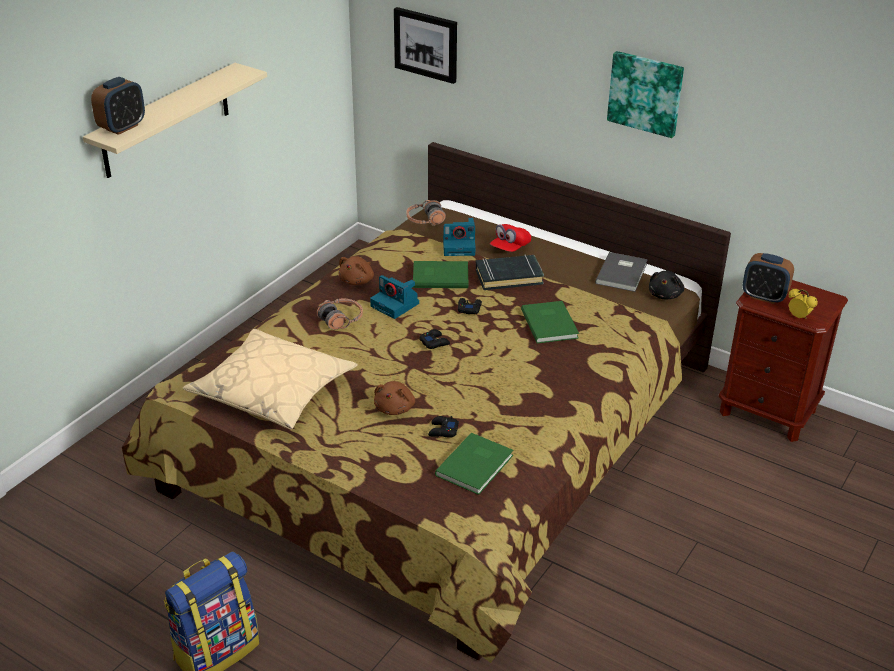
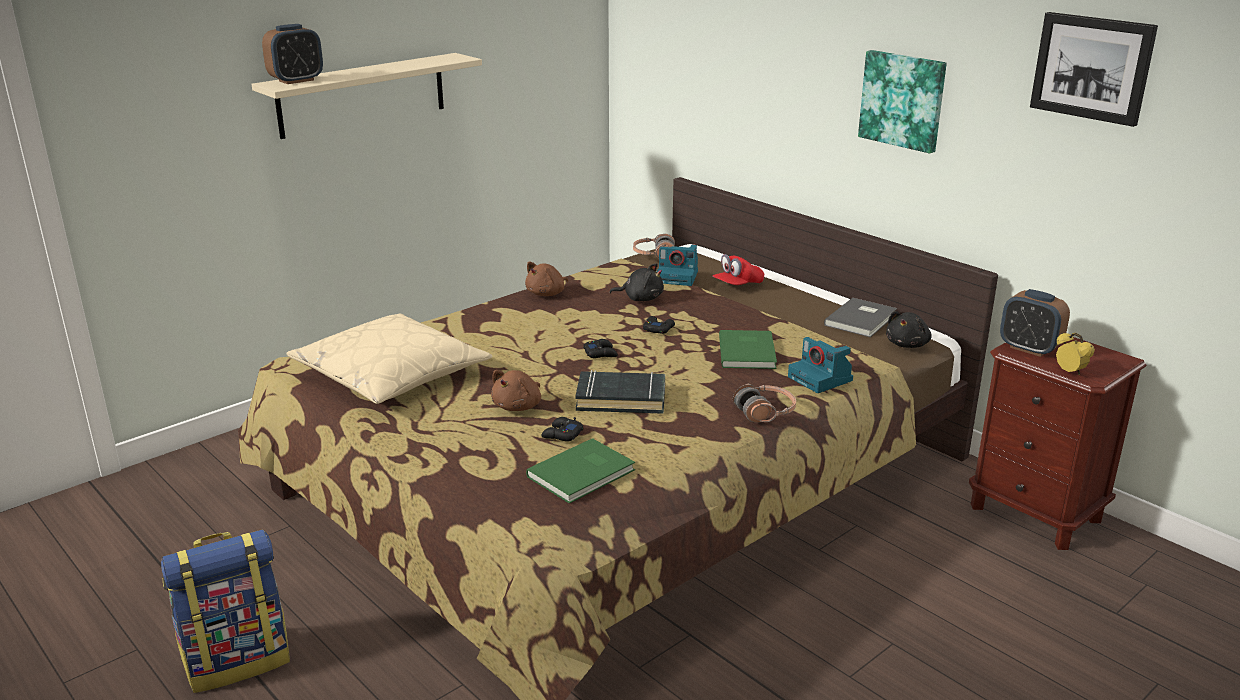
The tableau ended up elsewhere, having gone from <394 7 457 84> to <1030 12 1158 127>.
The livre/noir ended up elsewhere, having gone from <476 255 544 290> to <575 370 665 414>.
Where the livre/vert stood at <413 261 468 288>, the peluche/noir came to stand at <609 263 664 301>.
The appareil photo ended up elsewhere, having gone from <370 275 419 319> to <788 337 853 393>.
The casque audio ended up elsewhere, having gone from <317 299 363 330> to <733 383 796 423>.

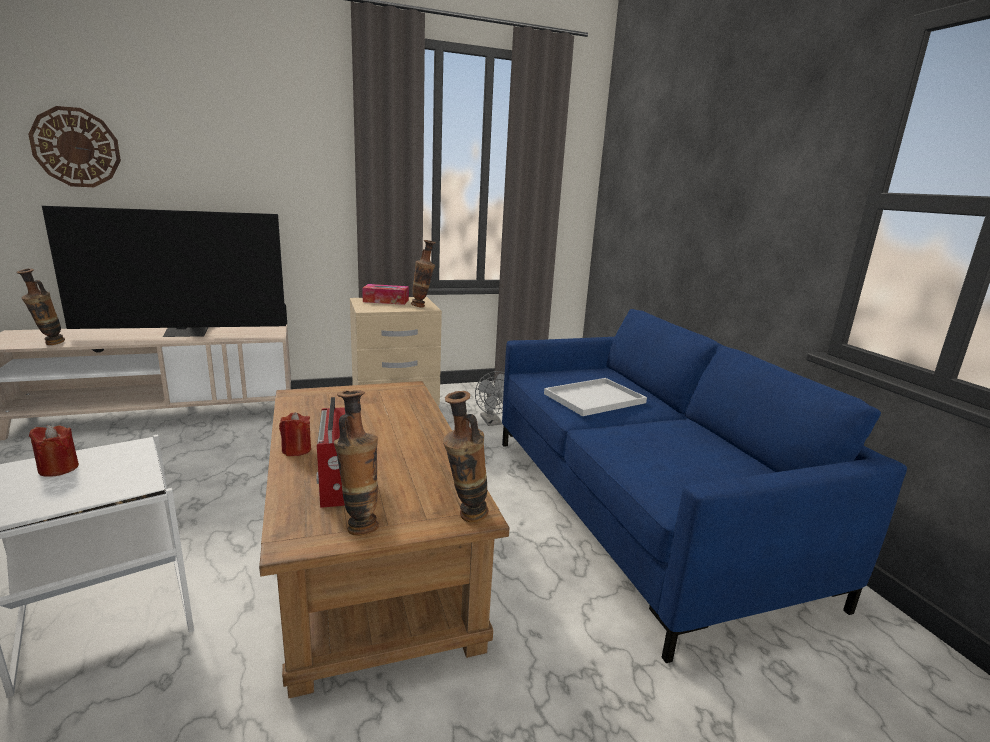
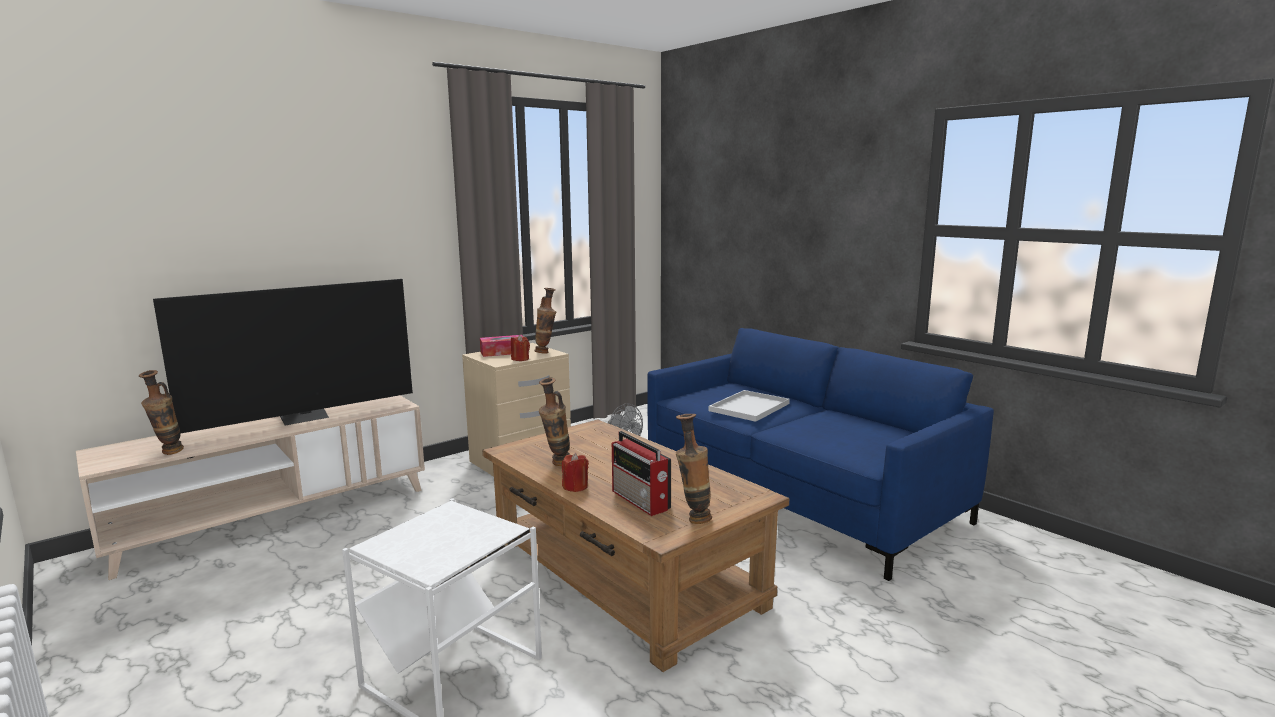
The second view lost the horloge murale at <28 106 121 187>.
The vase ended up elsewhere, having gone from <443 391 488 522> to <539 378 570 466>.
The bougie/rouge ended up elsewhere, having gone from <29 425 79 477> to <511 335 530 361>.

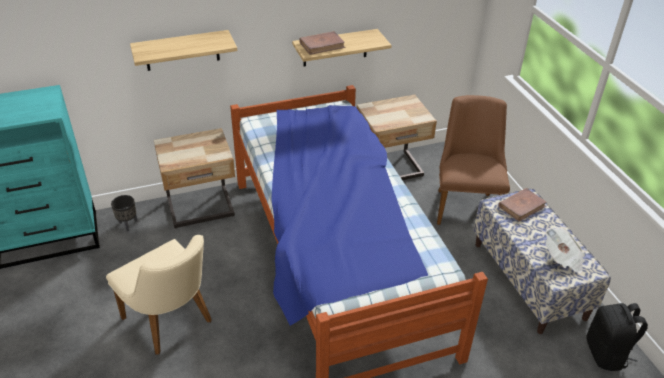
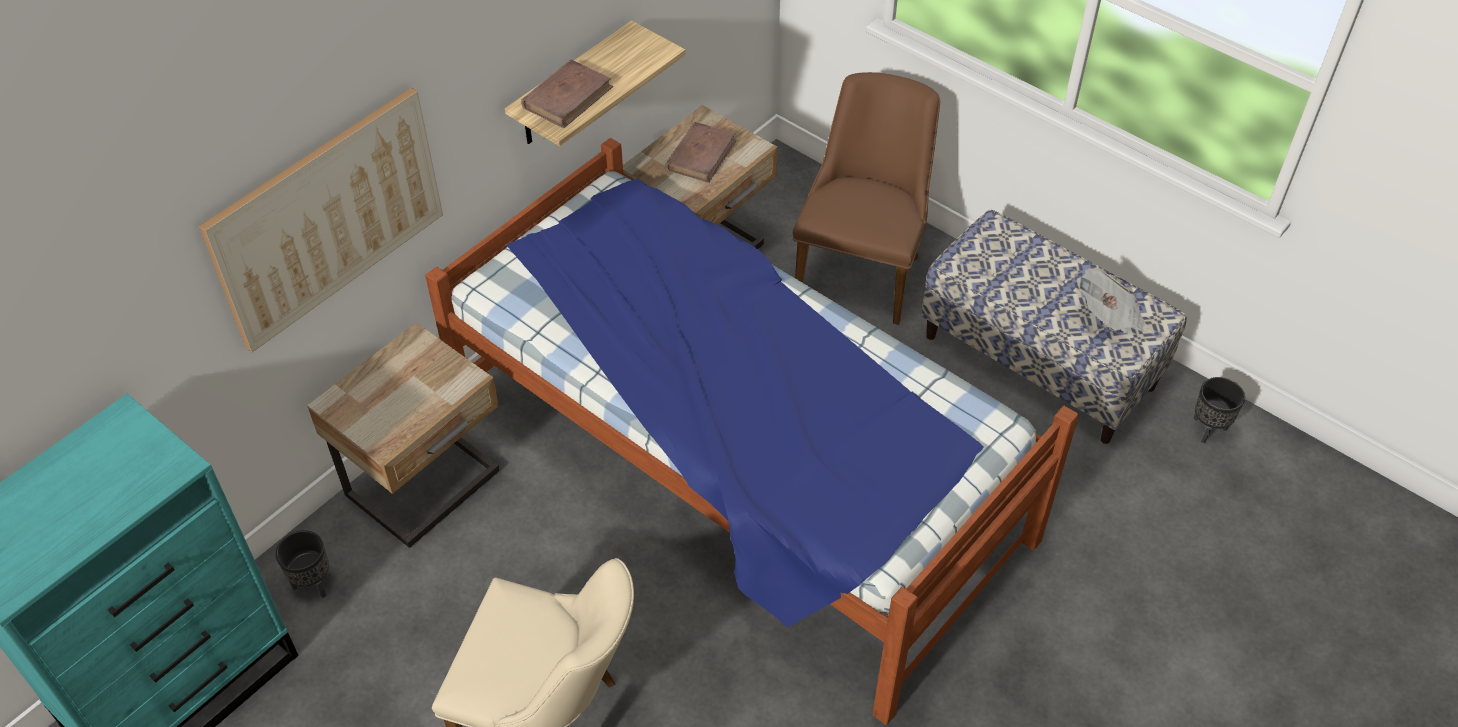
Where the étagère hung at <130 30 237 71>, the tableau came to hang at <199 87 443 353>.
The chaise/marron at <437 95 510 225> ended up facing another way, 45 degrees clockwise from before.
The livre/marron ended up elsewhere, having gone from <498 188 547 222> to <665 122 737 183>.
Where the sac à dos/noir stood at <586 303 648 371>, the cache-pot/noir came to stand at <1194 377 1245 443>.

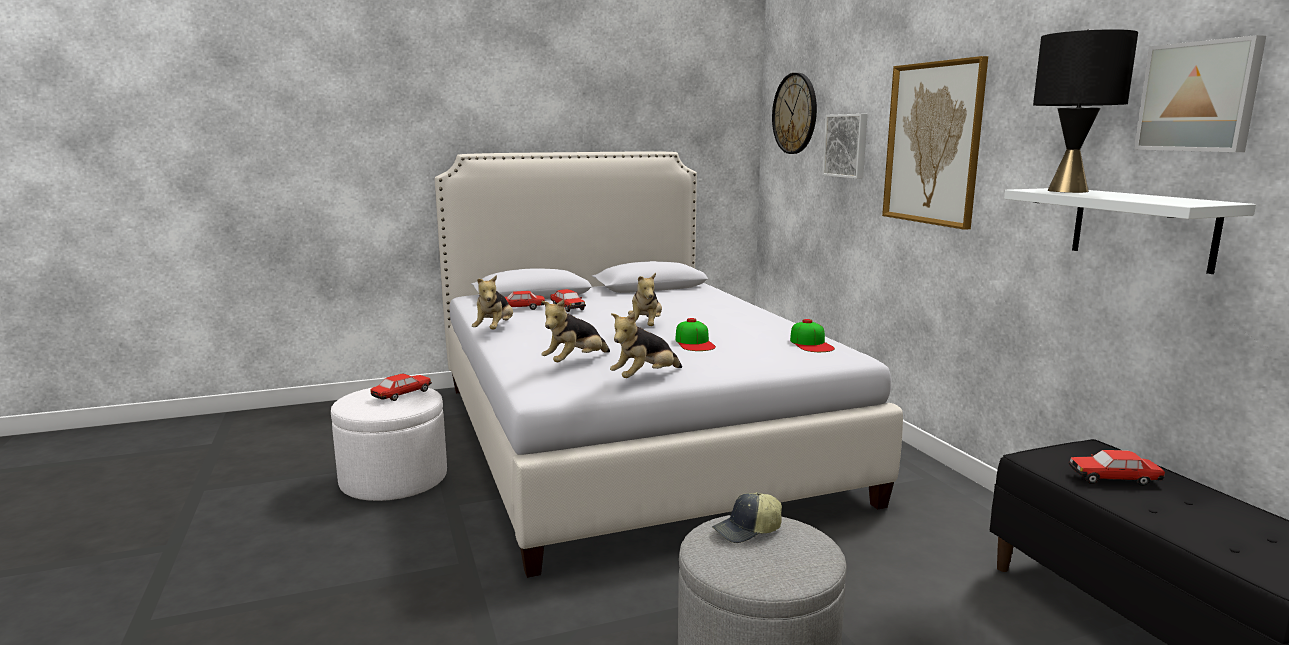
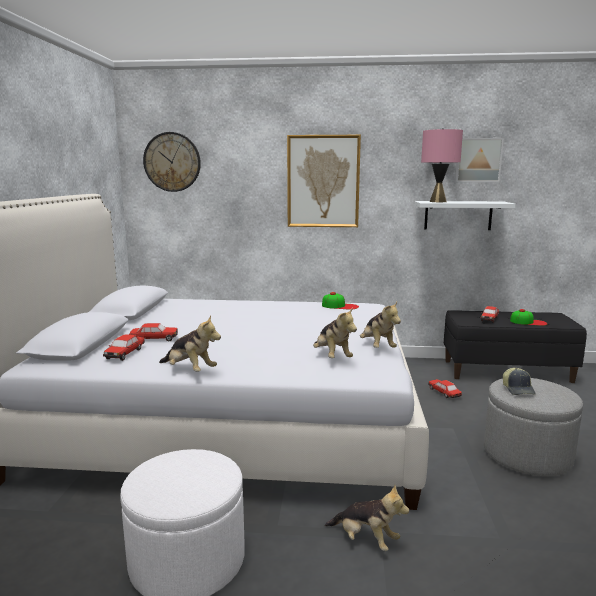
What was the lampe de table/noir at <1033 29 1138 193> turned into the lampe de table/rose at <421 128 463 202>.
The second view lost the tableau at <822 114 868 179>.
The peluche ended up elsewhere, having gone from <628 273 662 326> to <325 485 409 551>.
The casquette ended up elsewhere, having gone from <675 318 716 351> to <510 309 548 326>.
The petite voiture ended up elsewhere, having gone from <370 374 432 401> to <428 379 462 398>.

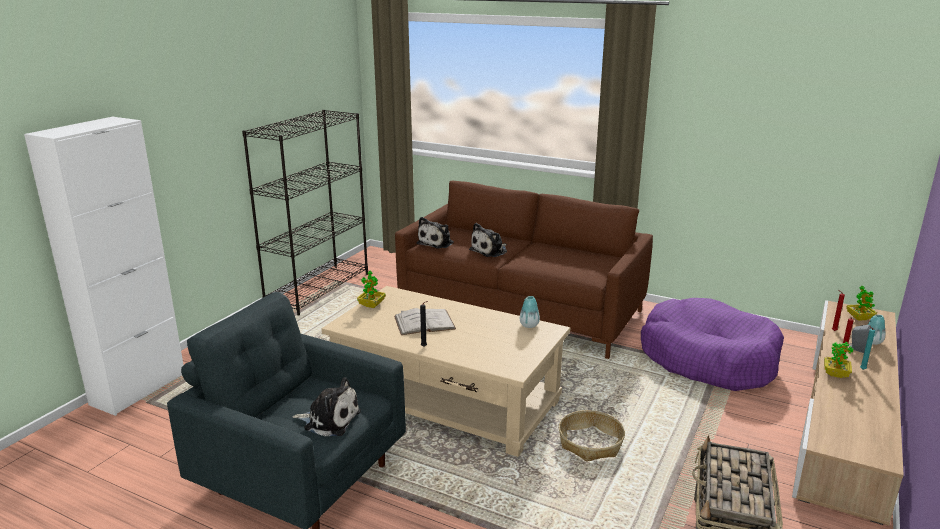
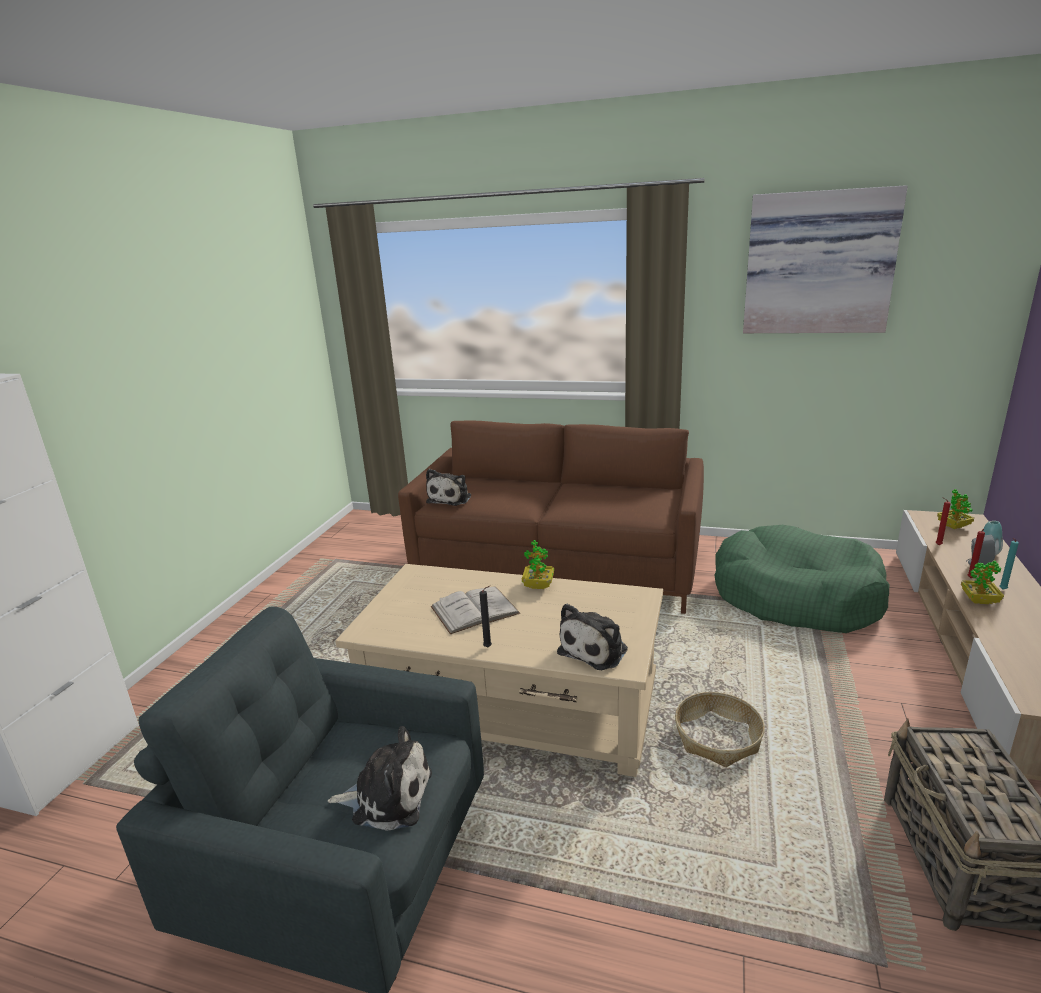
The second view lost the bibliothèque/noir at <242 110 368 315>.
The peluche ended up elsewhere, having gone from <469 223 507 257> to <557 603 628 670>.
The plante en pot ended up elsewhere, having gone from <357 271 386 308> to <522 540 554 589>.
The second view lost the vase at <520 296 540 328>.
What was the panier pour chien/violet at <641 298 784 391> turned into the panier pour chien/vert at <715 525 889 633>.
The second view gained the tableau at <743 185 908 333>.

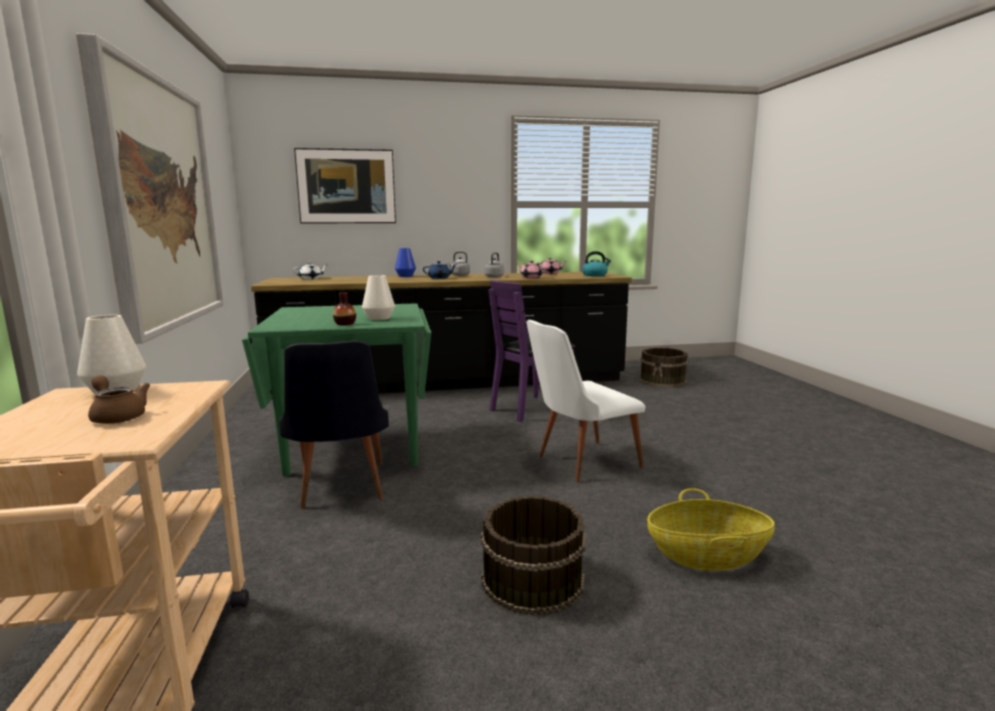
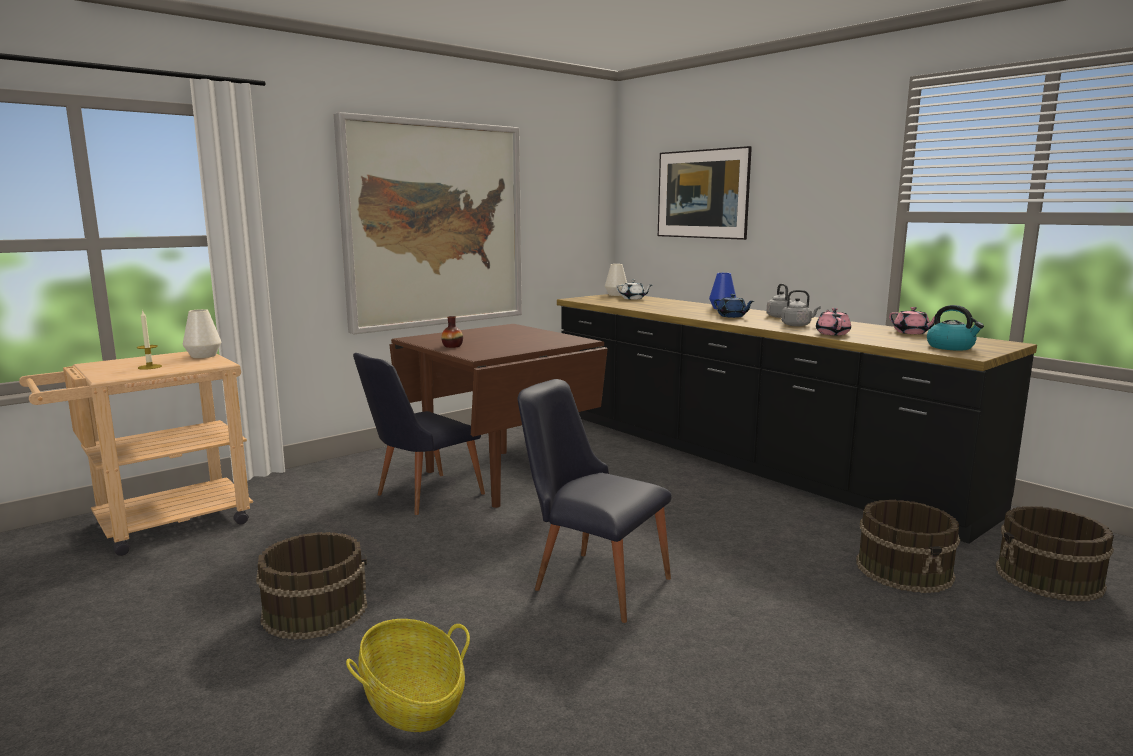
The vase/blanc ended up elsewhere, having gone from <362 275 395 320> to <605 264 627 296>.
The second view lost the chaise/violet at <489 280 576 422>.
What was the table à manger/vert at <242 303 431 477> turned into the table à manger/marron at <389 324 608 508>.
What was the chaise/blanc at <526 320 645 482> turned into the chaise/noir at <518 379 672 623>.
Where the théière/marron stood at <88 375 150 424>, the bougie came to stand at <137 310 162 370>.
The second view gained the seau/marron at <856 500 960 593>.

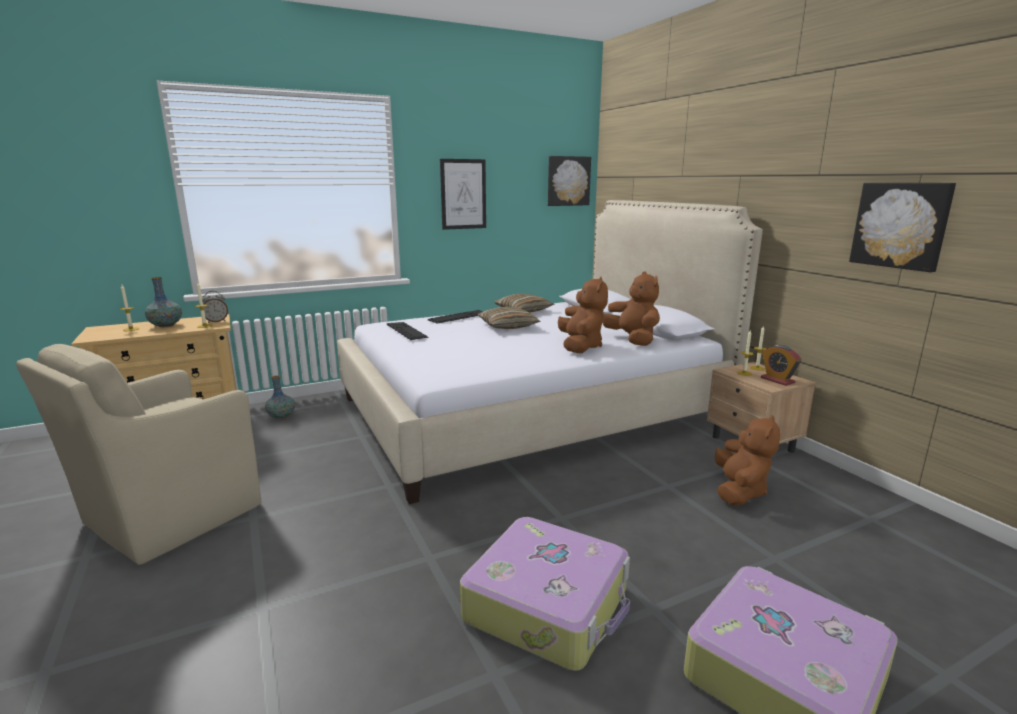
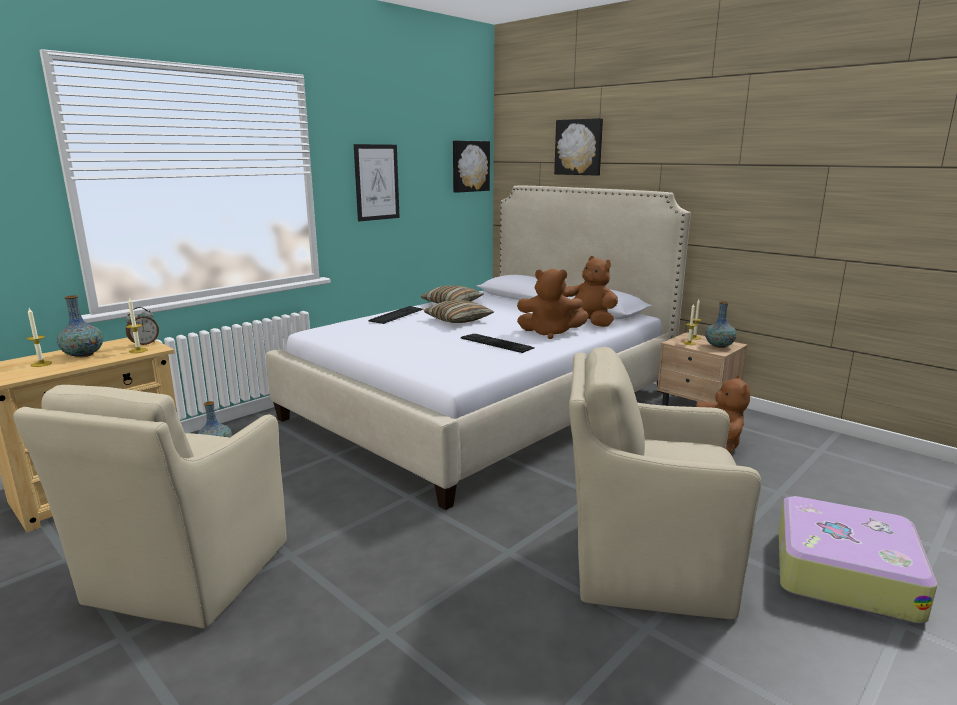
The tableau ended up elsewhere, having gone from <849 183 956 272> to <554 118 603 176>.
The peluche/marron at <558 277 608 353> ended up facing another way, 120 degrees clockwise from before.
The clavier ended up elsewhere, having gone from <387 322 429 340> to <461 334 535 353>.
Where the réveil stood at <761 345 801 386>, the vase came to stand at <705 302 737 348>.
Where the valise stood at <460 517 630 671>, the fauteuil/beige came to stand at <569 347 761 619>.

